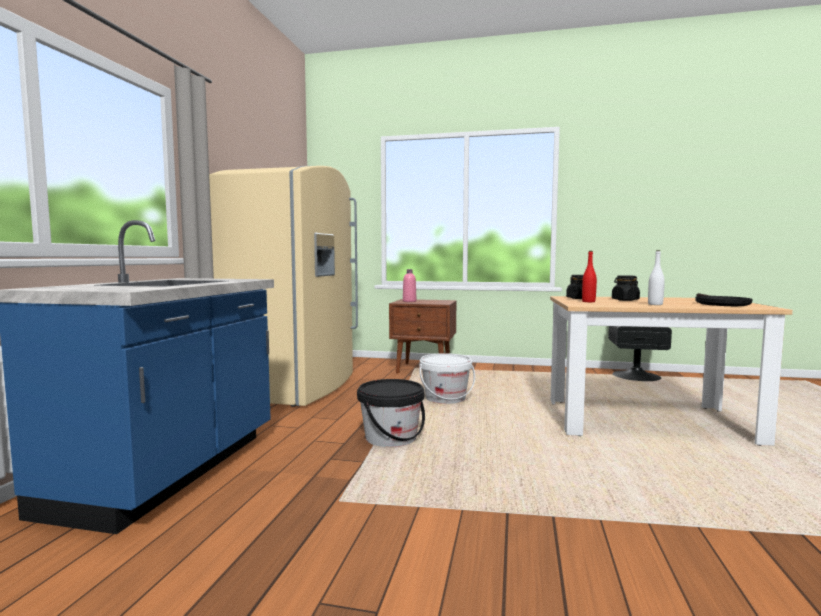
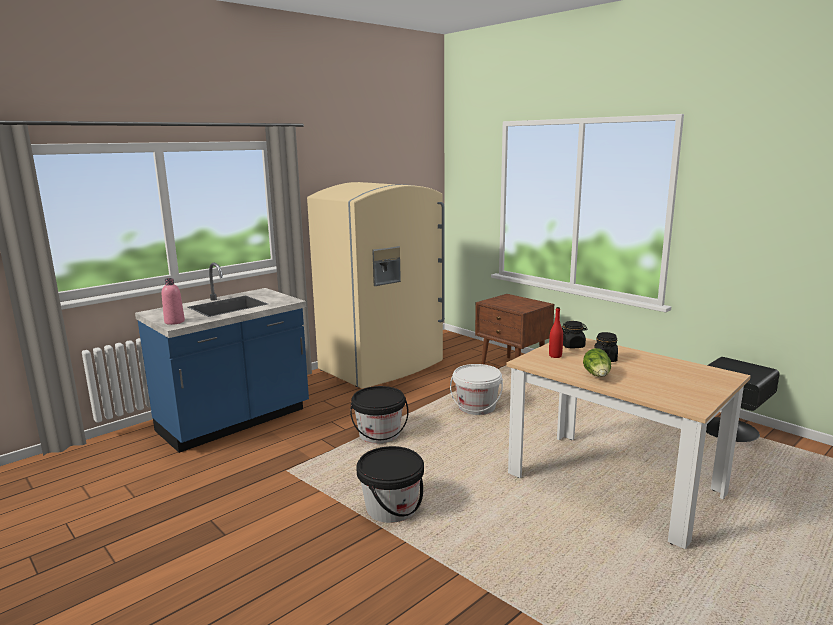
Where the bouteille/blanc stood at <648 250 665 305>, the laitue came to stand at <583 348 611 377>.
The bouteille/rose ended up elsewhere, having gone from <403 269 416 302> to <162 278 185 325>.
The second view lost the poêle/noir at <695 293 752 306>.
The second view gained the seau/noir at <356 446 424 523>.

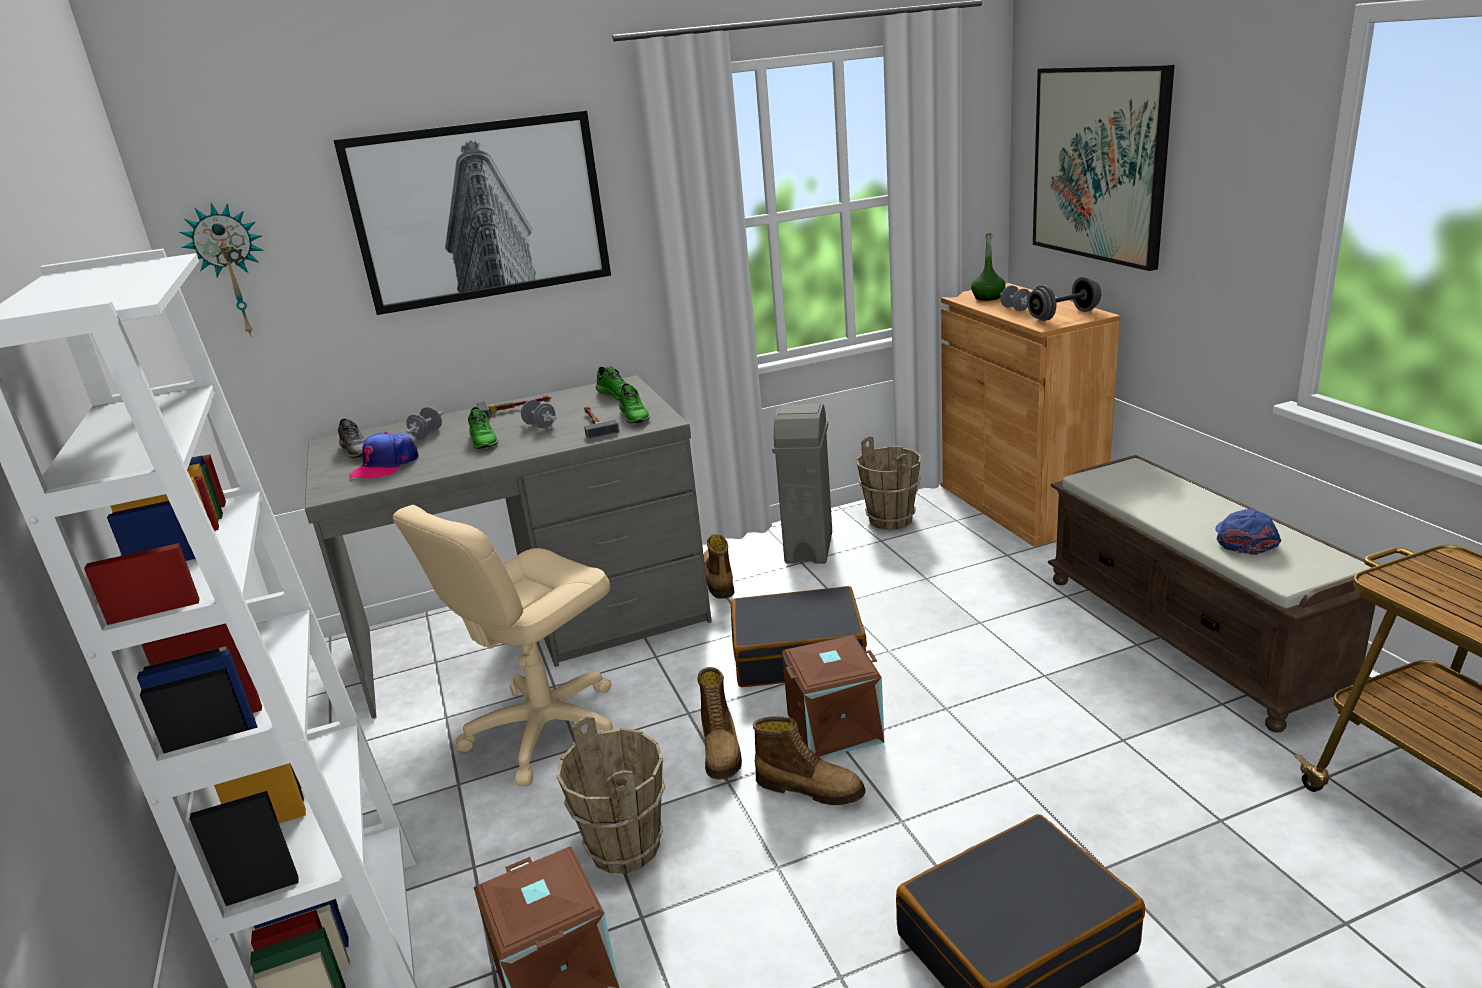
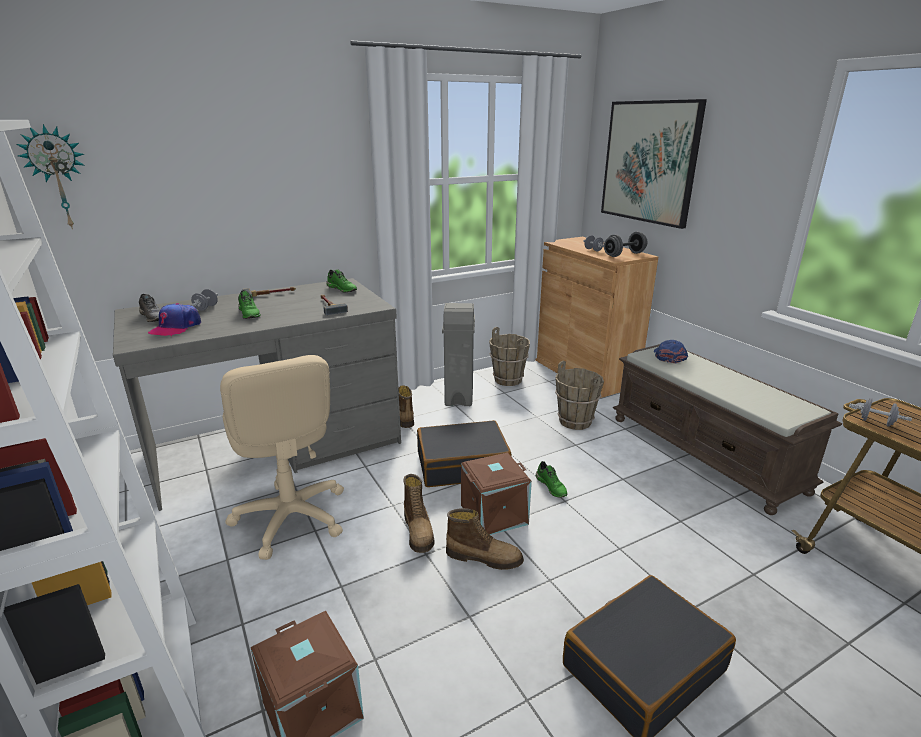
The second view lost the tableau at <334 110 611 315>.
The second view lost the bouteille/vert at <971 233 1006 301>.
The chaussure/vert ended up elsewhere, having gone from <619 383 650 423> to <536 461 568 498>.
The haltère/gris ended up elsewhere, having gone from <521 400 556 428> to <849 398 912 427>.
The chaise de bureau/beige at <393 505 618 786> ended up facing another way, 60 degrees counterclockwise from before.
The casquette/bleu ended up elsewhere, having gone from <1215 509 1281 555> to <654 340 688 363>.
The seau/marron ended up elsewhere, having gone from <556 716 665 873> to <555 361 604 430>.

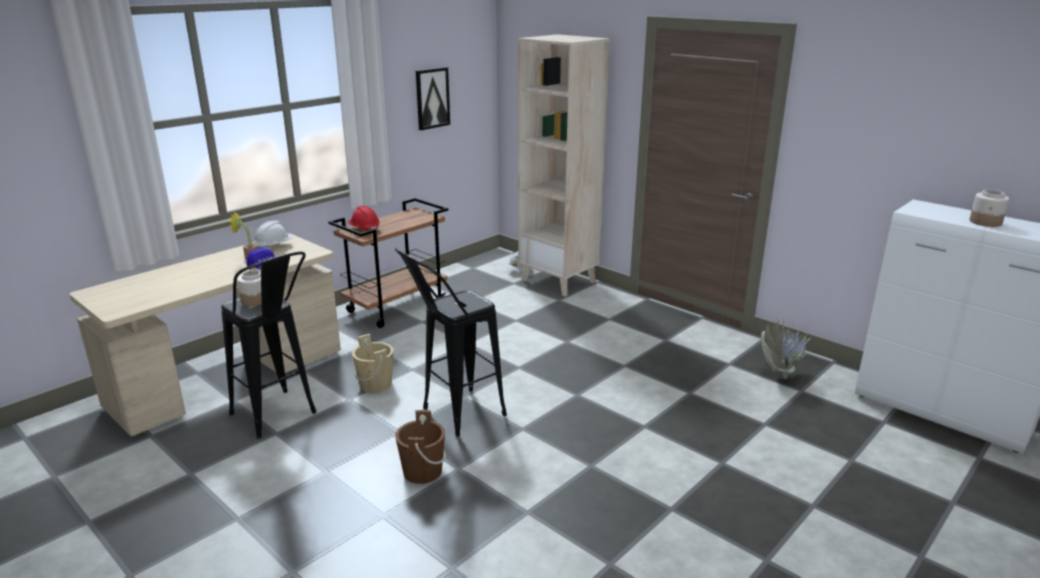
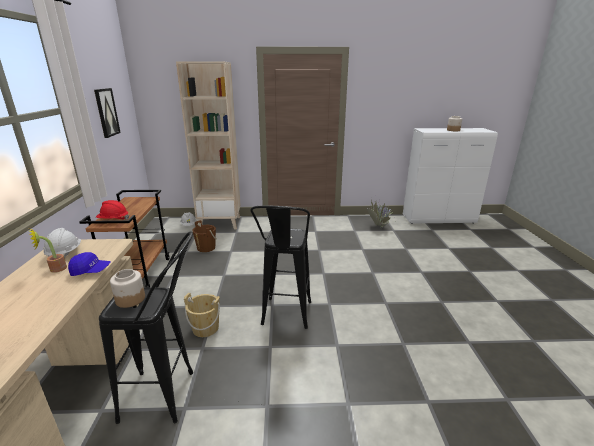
The seau/marron ended up elsewhere, having gone from <395 410 446 484> to <192 220 217 252>.

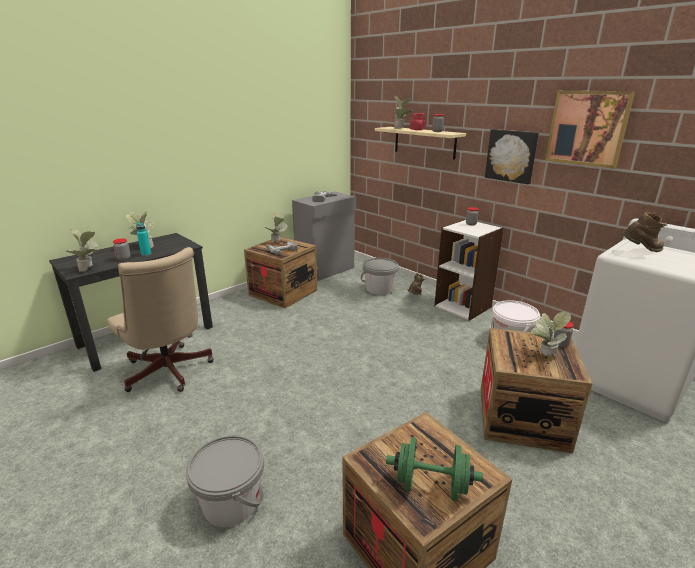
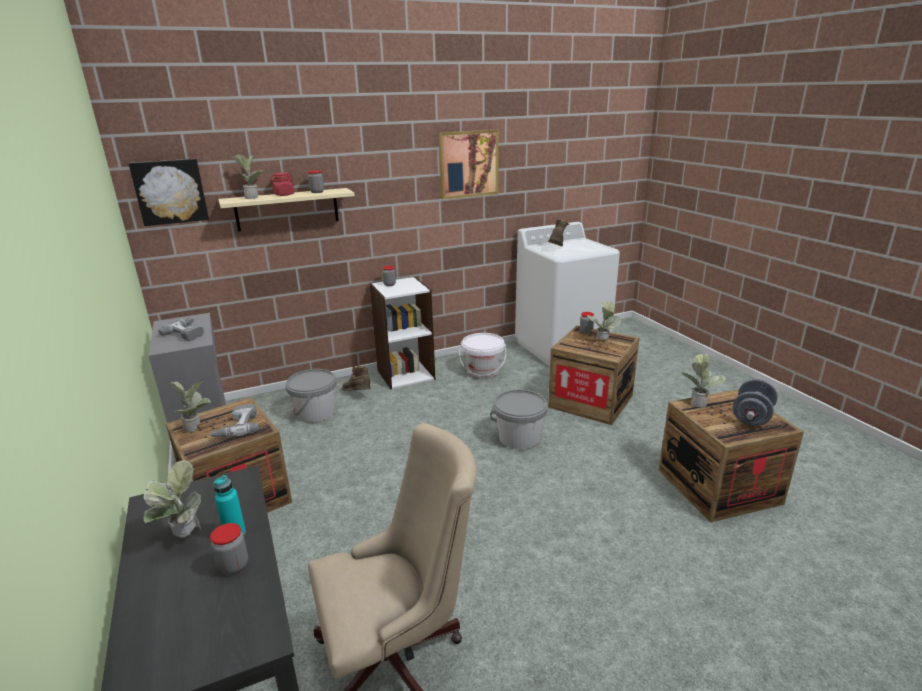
The tableau ended up elsewhere, having gone from <485 129 539 184> to <129 159 209 226>.
The plante en pot ended up elsewhere, having gone from <66 229 98 272> to <681 354 726 408>.
The seau/gris ended up elsewhere, having gone from <186 435 264 527> to <490 390 548 449>.
What was the haltère/vert at <386 437 483 501> turned into the haltère/gris at <733 379 778 426>.

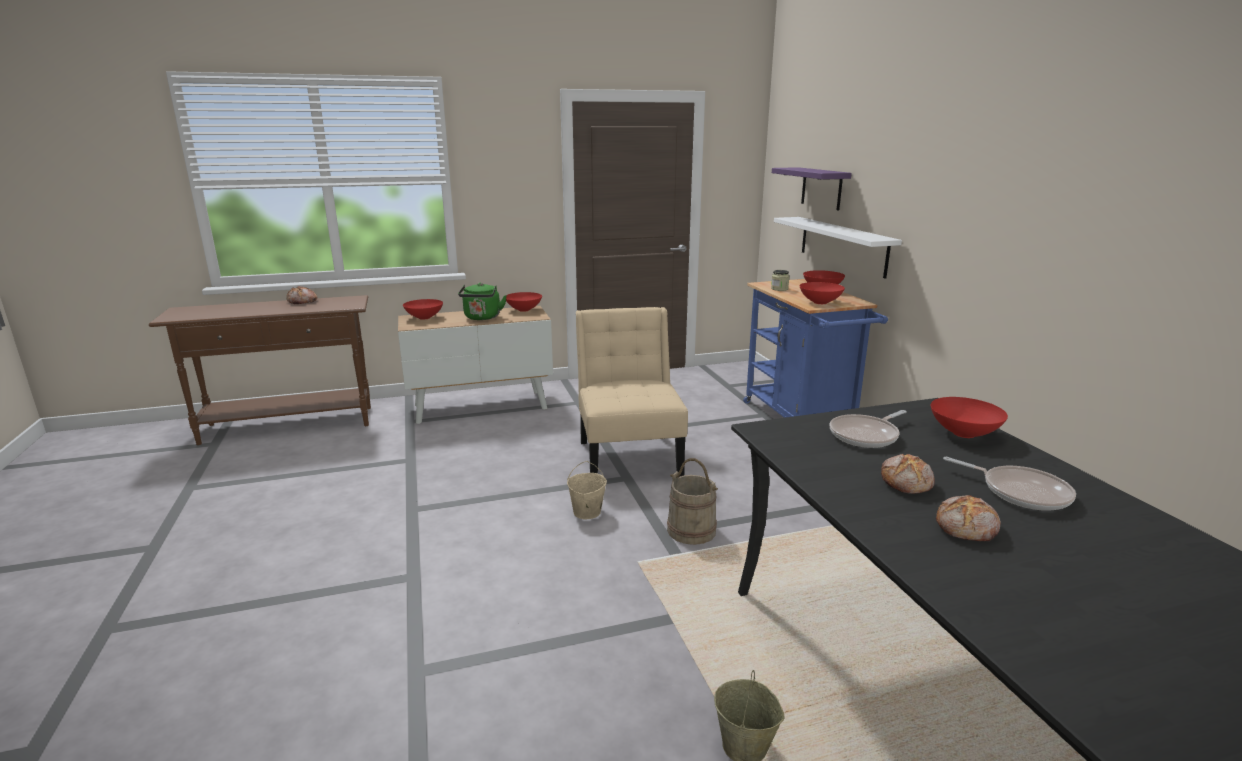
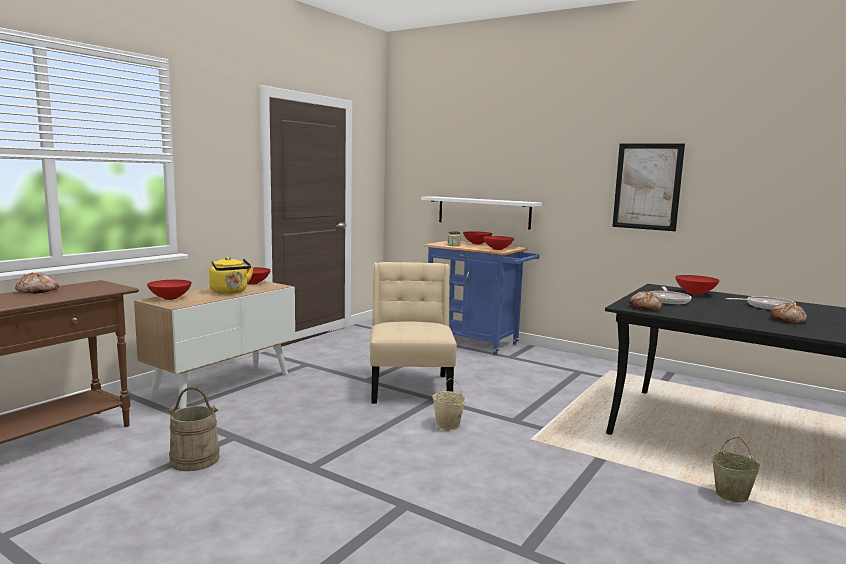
The second view lost the étagère/violet at <772 167 852 211>.
What was the bouilloire/vert at <458 283 507 320> turned into the bouilloire/jaune at <209 257 253 294>.
The chaise/beige at <576 307 688 477> ended up facing another way, 45 degrees clockwise from before.
The pain ended up elsewhere, having gone from <881 454 935 494> to <629 291 662 310>.
The seau/beige ended up elsewhere, having gone from <667 458 718 545> to <167 387 220 471>.
The second view gained the tableau at <612 143 685 231>.

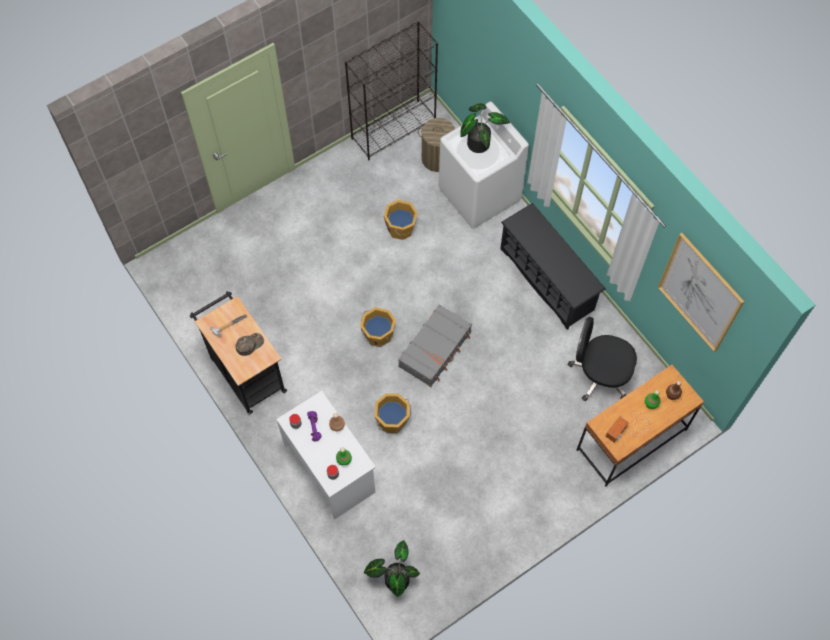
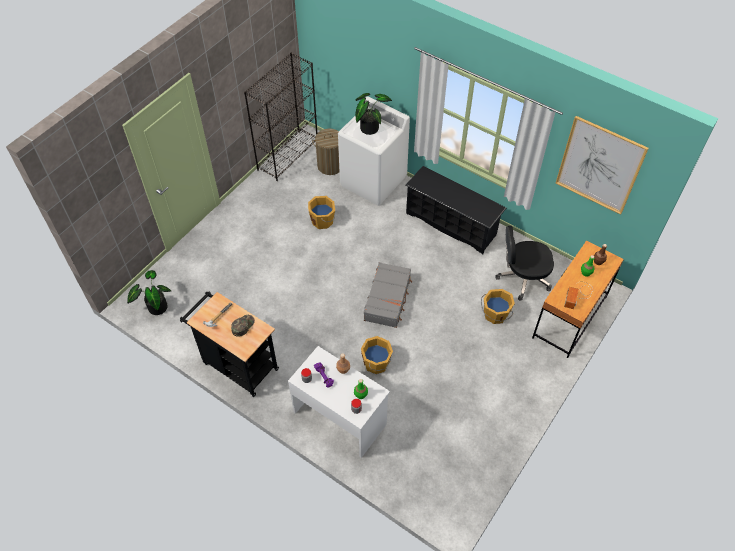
The seau/orange ended up elsewhere, having gone from <360 307 396 347> to <481 289 515 324>.
The plante en pot ended up elsewhere, having gone from <364 540 420 597> to <127 270 172 315>.

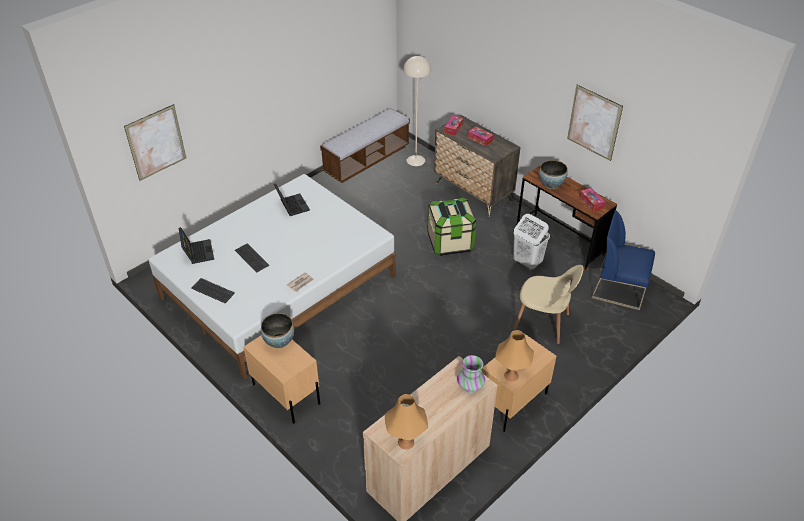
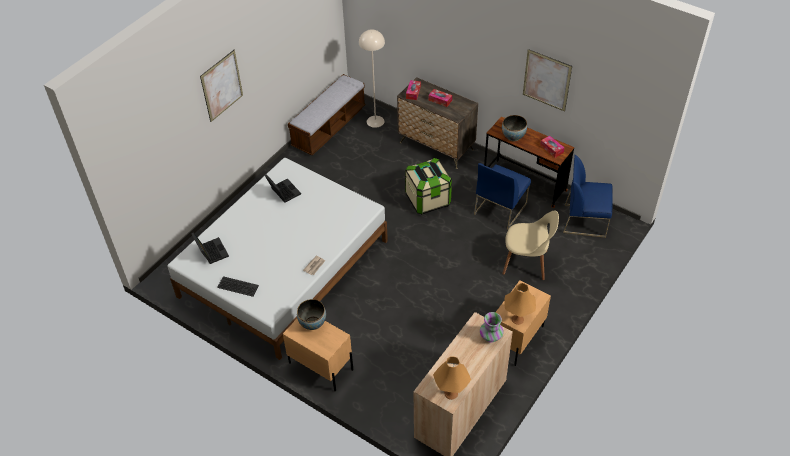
The tableau ended up elsewhere, having gone from <124 104 186 181> to <200 50 243 122>.
Where the panier à linge/blanc stood at <513 214 550 270>, the chaise/bleu came to stand at <474 163 531 230>.
The second view lost the clavier at <235 243 269 273>.

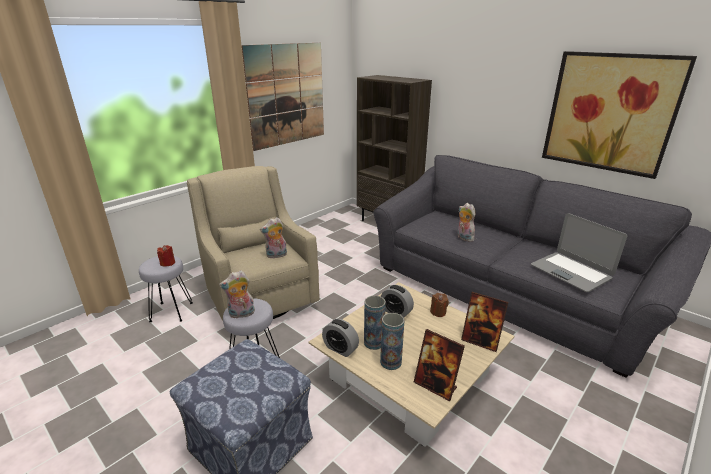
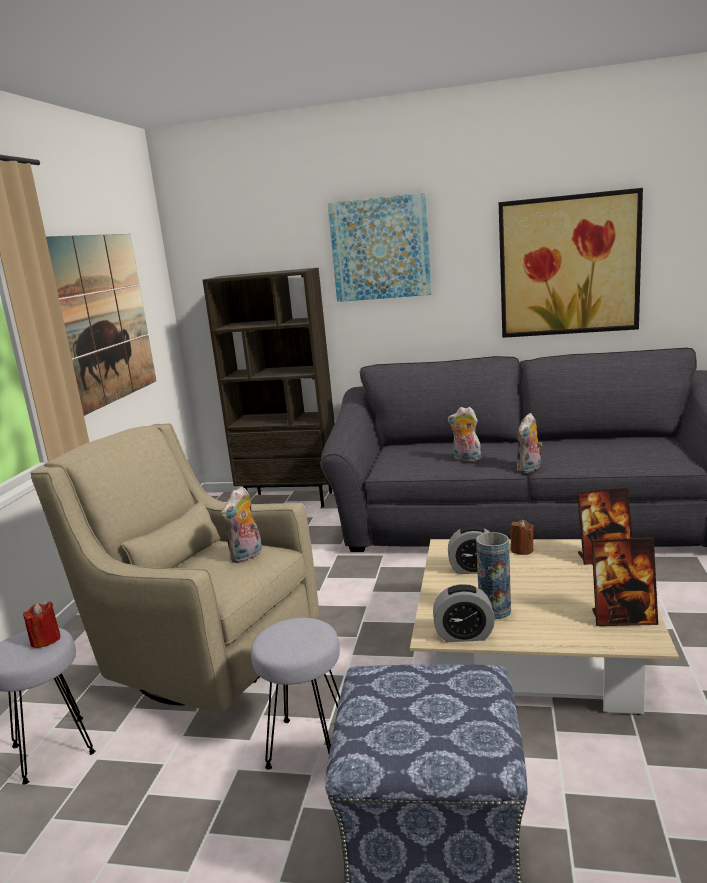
The second view lost the ordinateur portable at <531 213 627 292>.
The peluche ended up elsewhere, having gone from <219 270 255 319> to <516 413 542 473>.
The second view lost the vase at <380 313 405 370>.
The second view gained the tableau at <328 192 432 302>.

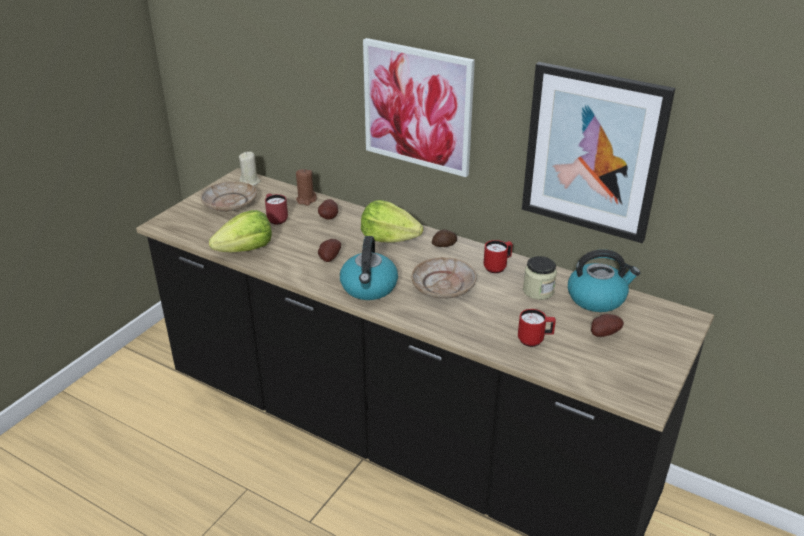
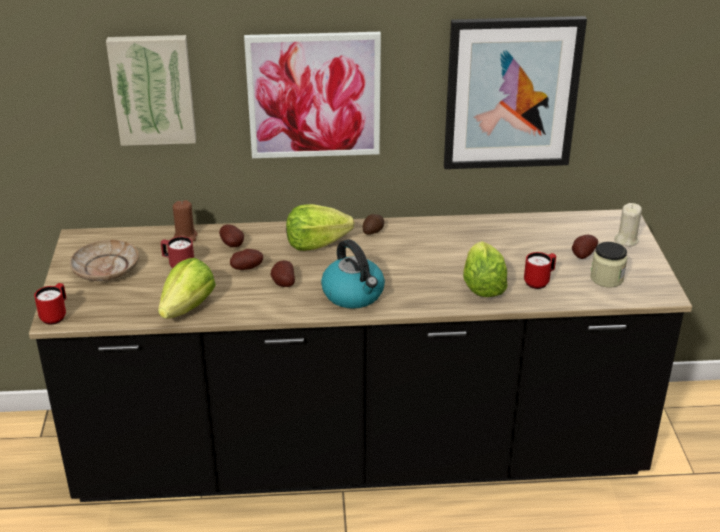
The bougie/beige ended up elsewhere, having gone from <239 152 261 186> to <614 203 642 247>.
The mug/rouge ended up elsewhere, having gone from <484 240 513 273> to <34 283 67 325>.
The second view lost the bouilloire at <568 249 640 312>.
The bocal ended up elsewhere, having gone from <523 256 557 300> to <590 242 627 287>.
The second view lost the assiette/beige at <411 257 476 299>.
The second view gained the tableau at <106 35 196 146>.
The second view gained the laitue at <463 241 508 297>.
The second view gained the pomme de terre at <230 249 263 270>.

